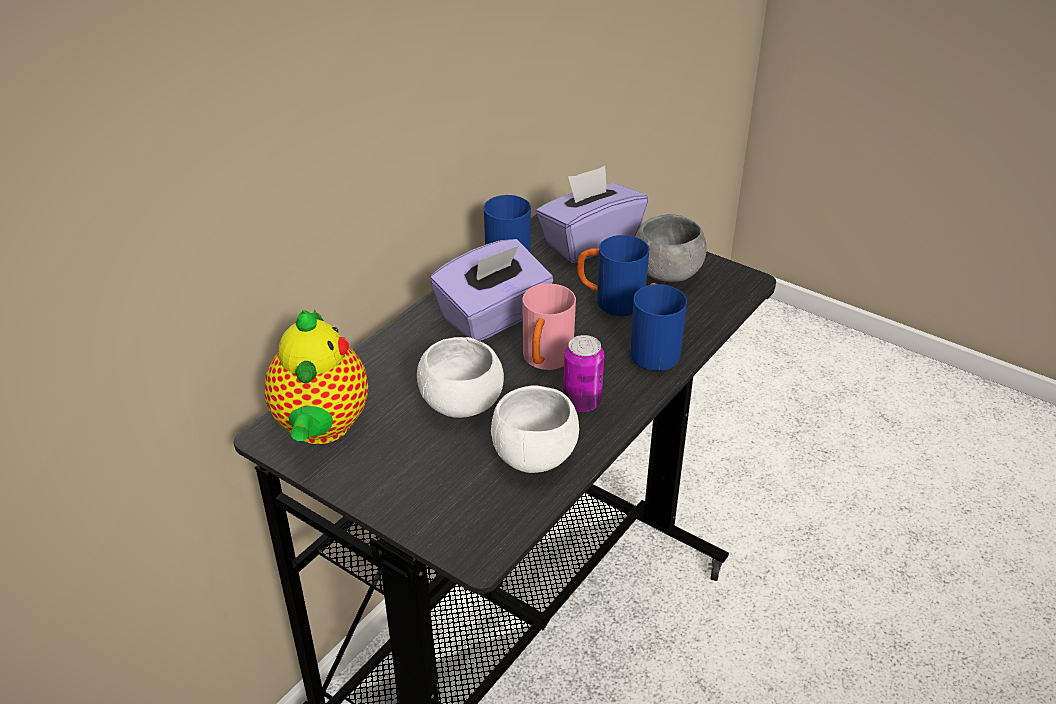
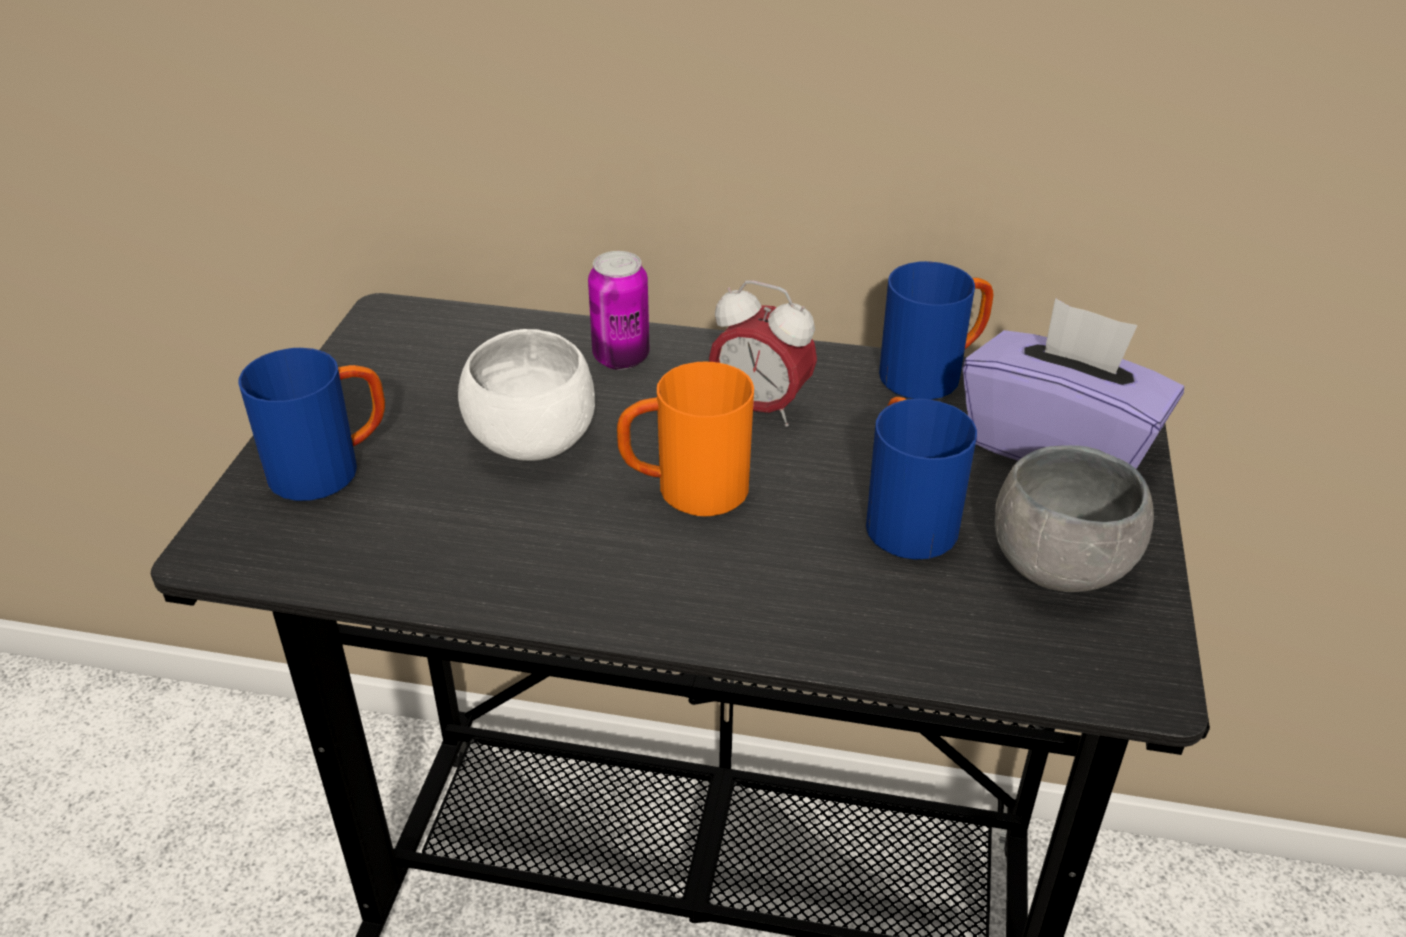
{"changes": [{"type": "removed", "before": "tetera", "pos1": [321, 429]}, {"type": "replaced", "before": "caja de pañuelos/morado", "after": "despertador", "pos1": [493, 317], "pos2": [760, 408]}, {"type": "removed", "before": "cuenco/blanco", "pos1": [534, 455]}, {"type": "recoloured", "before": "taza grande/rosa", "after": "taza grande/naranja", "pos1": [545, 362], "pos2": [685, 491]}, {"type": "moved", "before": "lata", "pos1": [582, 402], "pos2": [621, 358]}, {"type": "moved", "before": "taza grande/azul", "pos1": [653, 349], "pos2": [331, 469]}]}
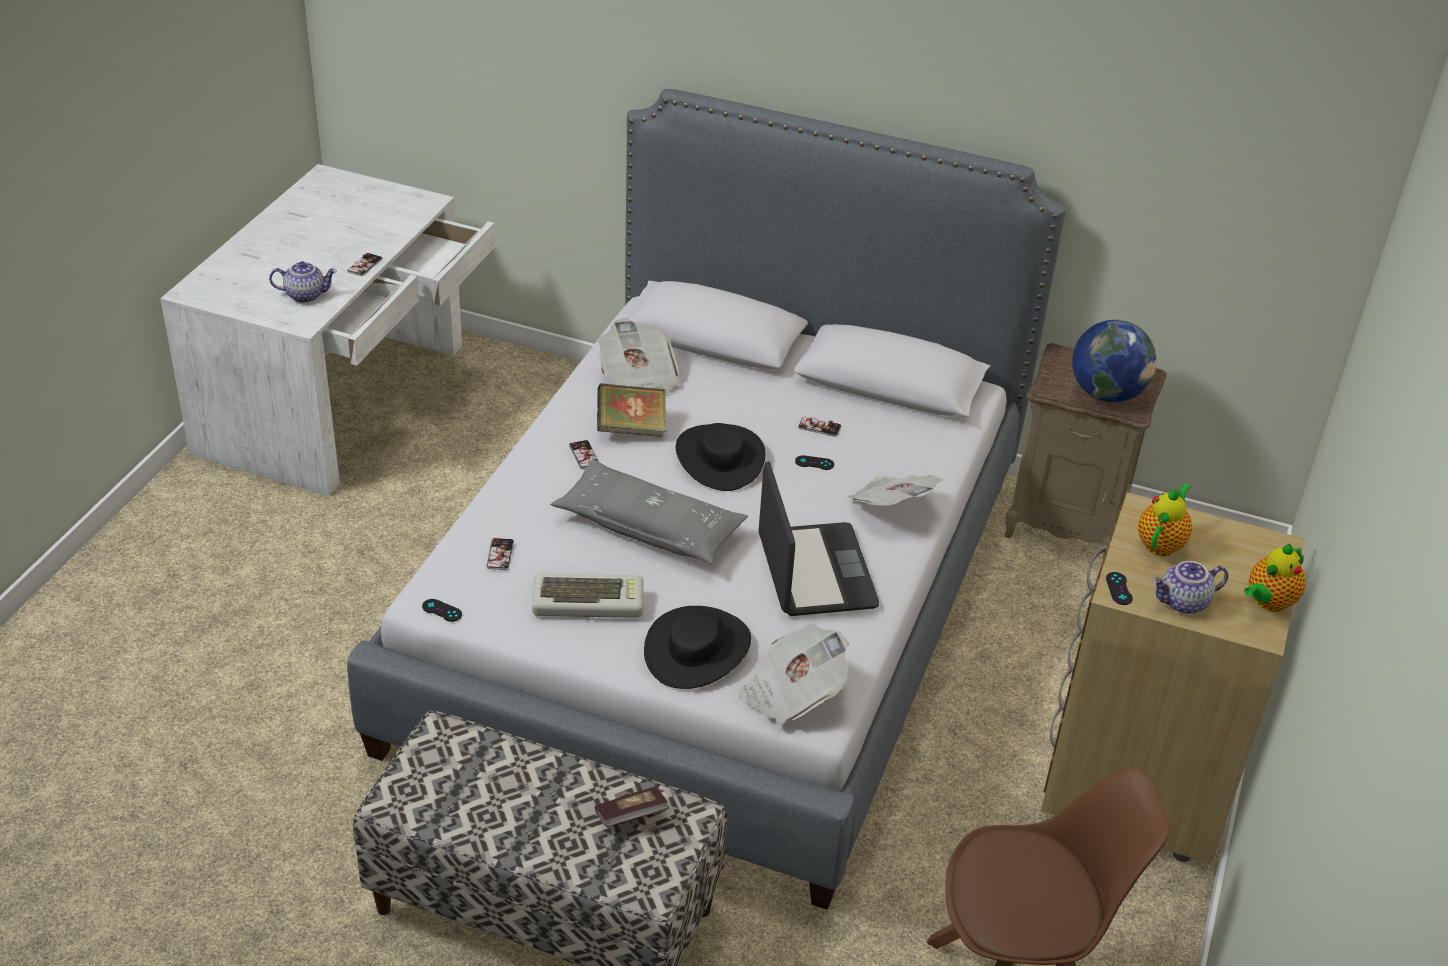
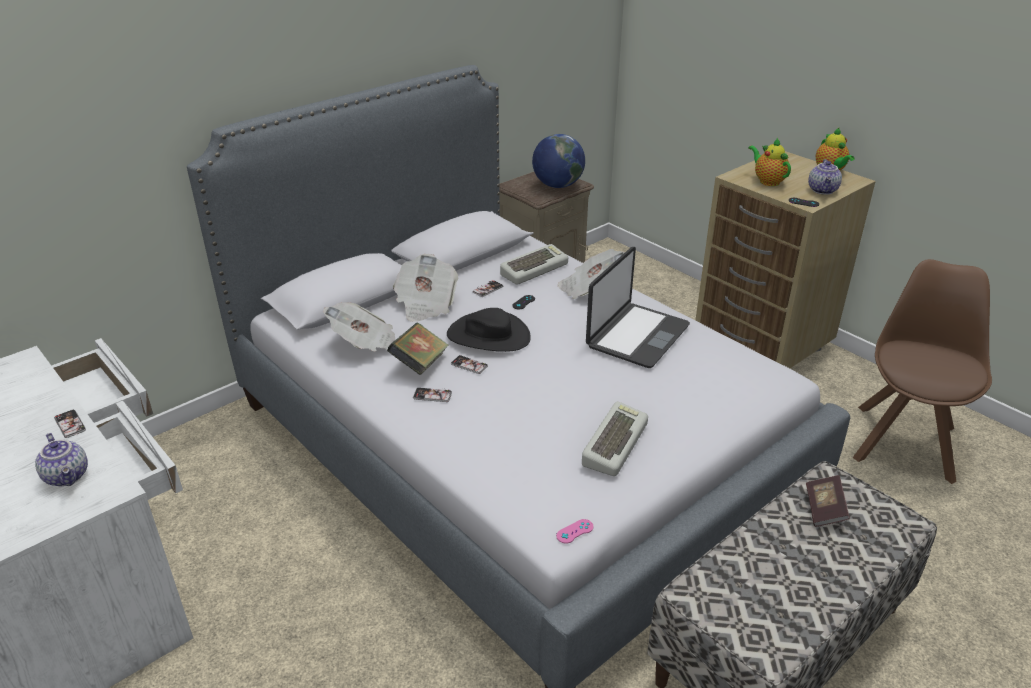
{"changes": [{"type": "turned", "before": "tetera", "pos1": [306, 295], "pos2": [68, 476], "turn": 120}, {"type": "recoloured", "before": "mando de consola/negro", "after": "mando de consola/rosa", "pos1": [442, 610], "pos2": [575, 531]}, {"type": "moved", "before": "móvil", "pos1": [500, 554], "pos2": [469, 365]}, {"type": "removed", "before": "cojín/gris", "pos1": [649, 526]}, {"type": "removed", "before": "sombrero/negro", "pos1": [698, 649]}, {"type": "moved", "before": "periódico", "pos1": [792, 694], "pos2": [425, 304]}, {"type": "turned", "before": "portátil", "pos1": [815, 571], "pos2": [636, 336], "turn": 105}, {"type": "added", "after": "teclado", "pos2": [533, 269]}]}
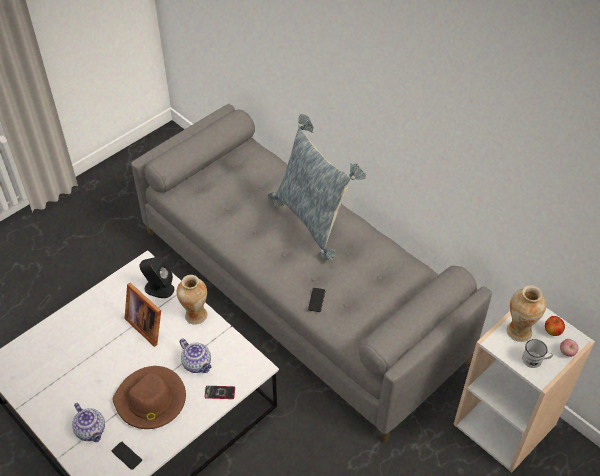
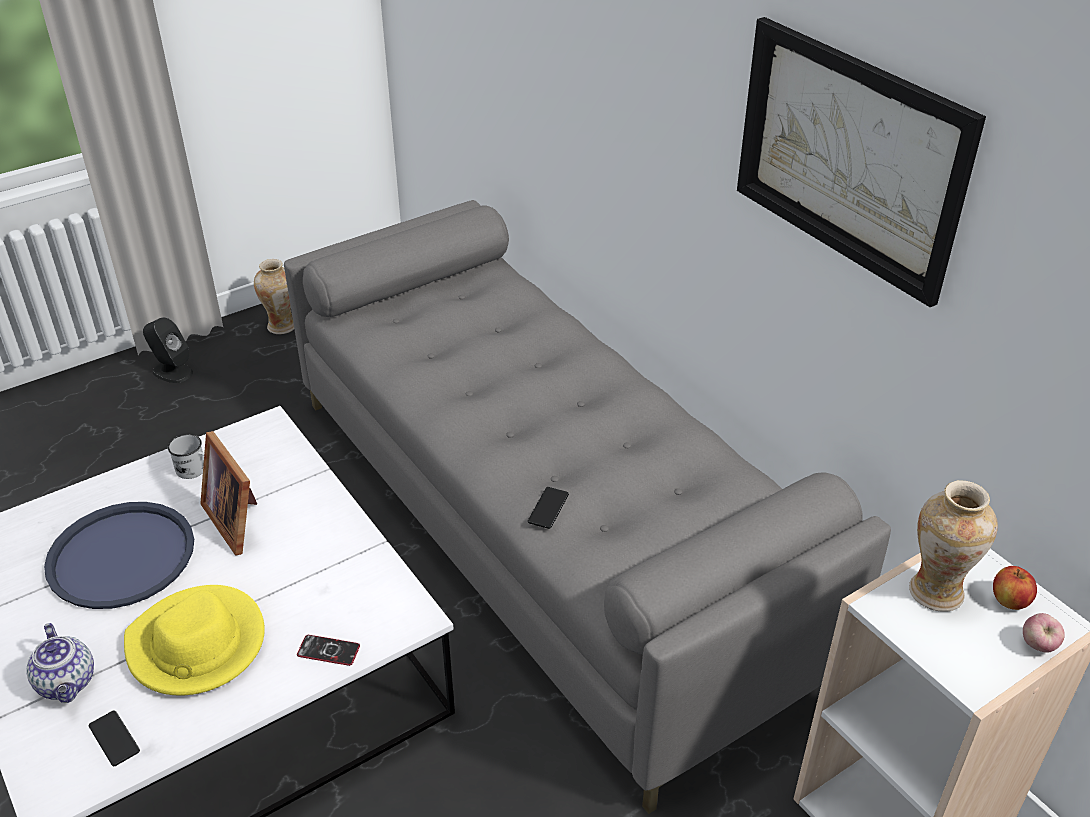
{"changes": [{"type": "recoloured", "before": "sombrero/marrón", "after": "sombrero/amarillo", "pos1": [151, 400], "pos2": [197, 646]}, {"type": "moved", "before": "altavoz/negro", "pos1": [159, 288], "pos2": [172, 371]}, {"type": "moved", "before": "florero", "pos1": [195, 315], "pos2": [281, 326]}, {"type": "removed", "before": "tetera", "pos1": [197, 364]}, {"type": "removed", "before": "cojín", "pos1": [314, 224]}, {"type": "moved", "before": "taza grande/blanco", "pos1": [535, 360], "pos2": [195, 470]}, {"type": "added", "after": "bandeja/azul", "pos2": [121, 556]}, {"type": "added", "after": "cuadro", "pos2": [849, 156]}]}
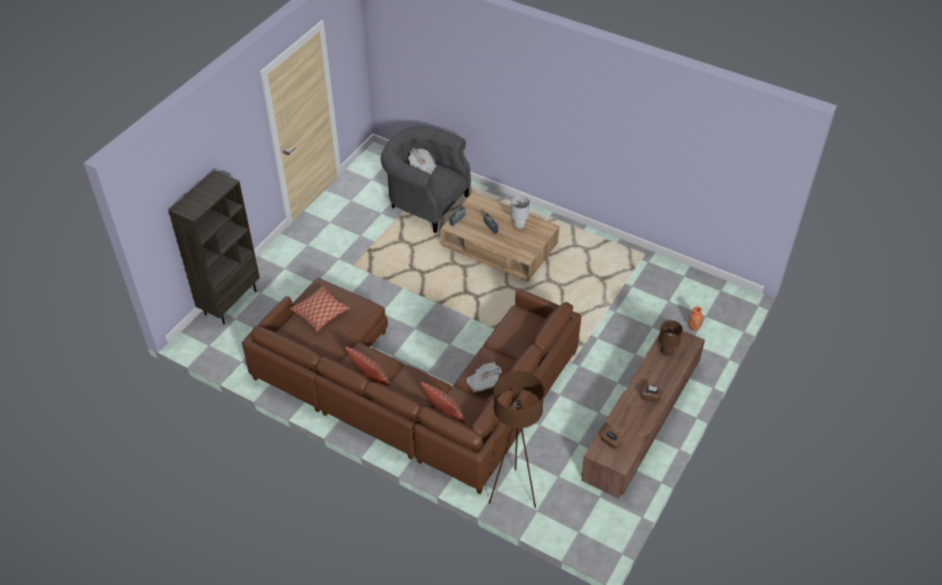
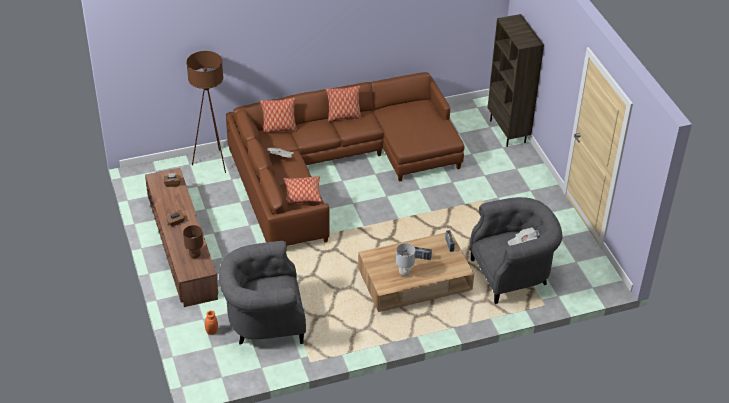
{"changes": [{"type": "moved", "before": "cojín", "pos1": [320, 313], "pos2": [302, 194]}, {"type": "added", "after": "sillón/gris", "pos2": [264, 322]}]}
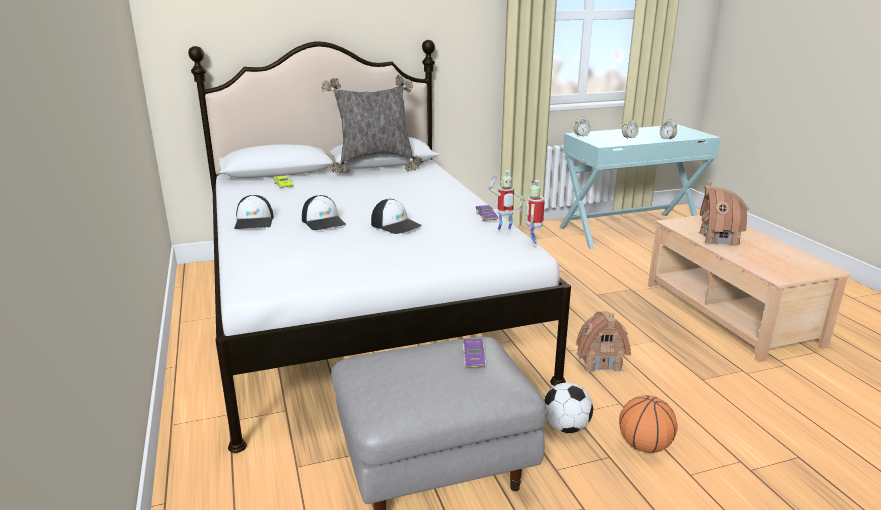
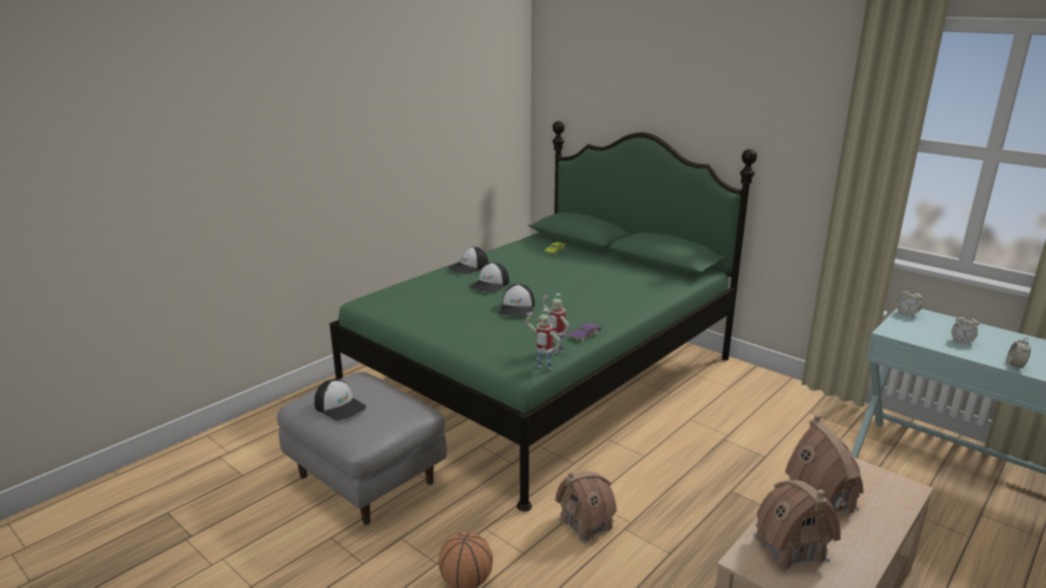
{"changes": [{"type": "recoloured", "before": "cama/blanco", "after": "cama/verde", "pos1": [361, 311], "pos2": [543, 379]}, {"type": "removed", "before": "cojín", "pos1": [374, 170]}, {"type": "removed", "before": "coche de juguete/morado", "pos1": [474, 357]}, {"type": "turned", "before": "robot de juguete", "pos1": [532, 243], "pos2": [543, 368], "turn": -135}, {"type": "removed", "before": "balón de fútbol", "pos1": [565, 427]}, {"type": "added", "after": "gorra", "pos2": [340, 406]}, {"type": "added", "after": "casita", "pos2": [790, 548]}]}
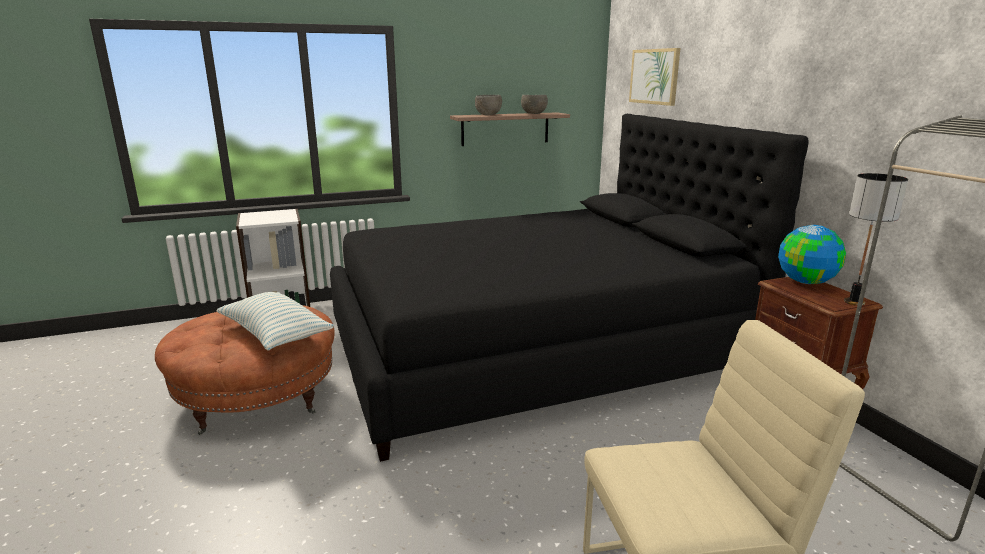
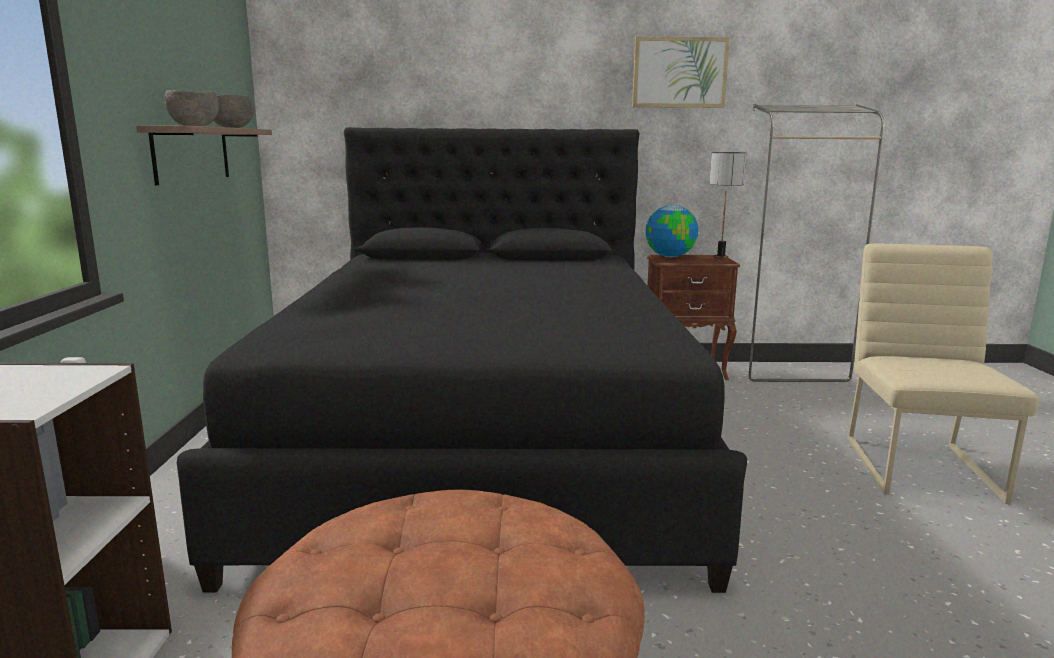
{"changes": [{"type": "removed", "before": "cojín", "pos1": [275, 334]}, {"type": "moved", "before": "cuadro", "pos1": [654, 76], "pos2": [679, 72]}]}
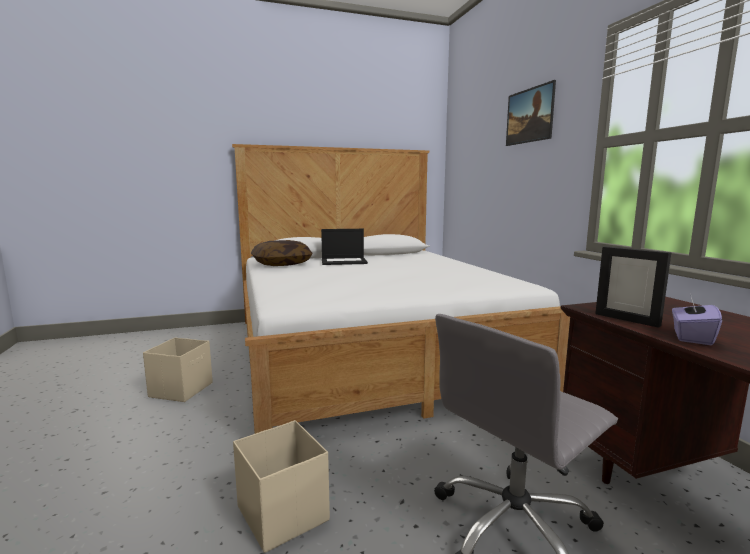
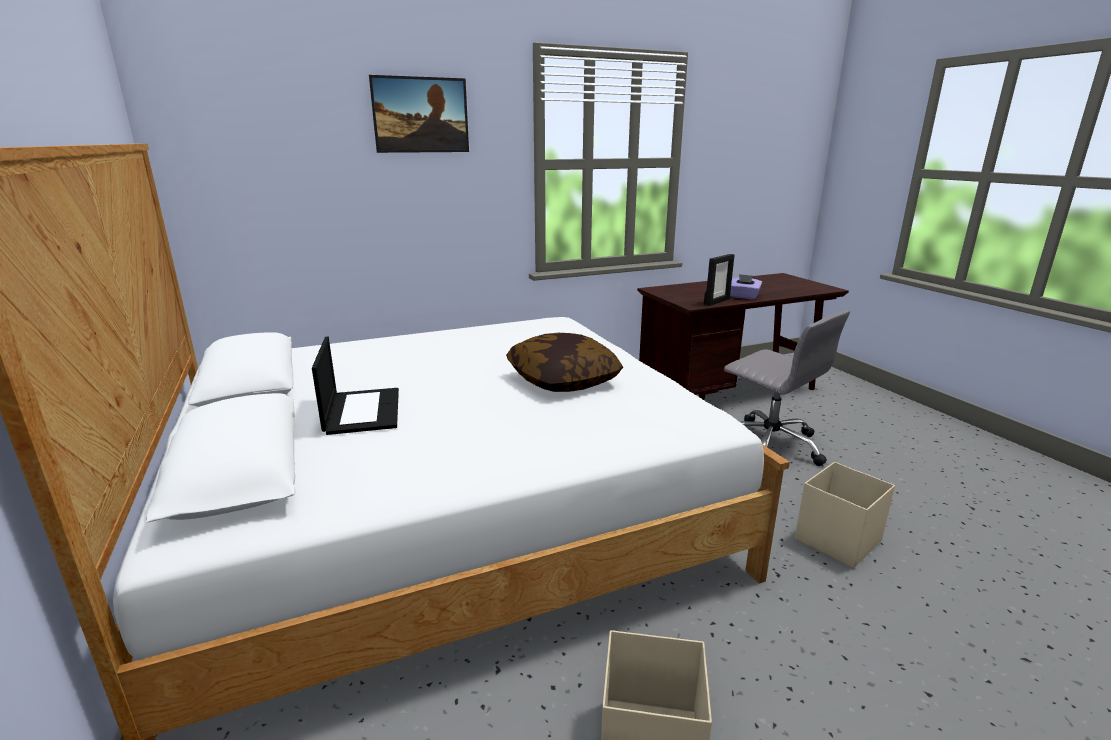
{"changes": [{"type": "moved", "before": "cojín", "pos1": [282, 264], "pos2": [562, 380]}]}
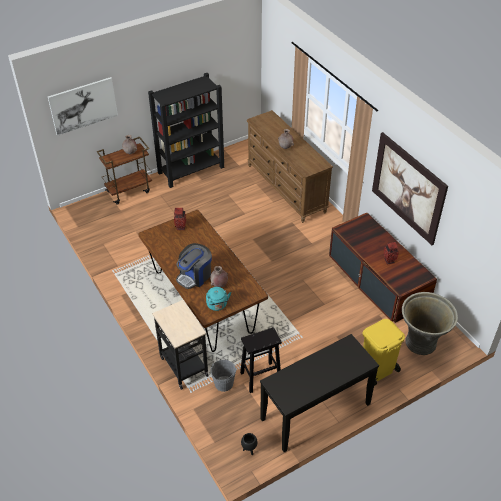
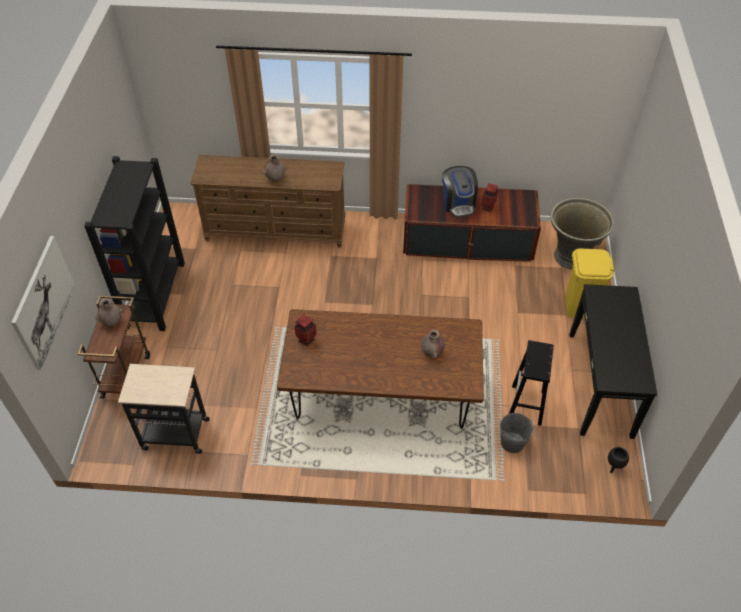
{"changes": [{"type": "moved", "before": "carrito", "pos1": [183, 366], "pos2": [174, 435]}, {"type": "moved", "before": "cafetera", "pos1": [195, 276], "pos2": [458, 203]}, {"type": "removed", "before": "hervidor/turquesa", "pos1": [217, 305]}, {"type": "removed", "before": "cuadro", "pos1": [408, 188]}]}
